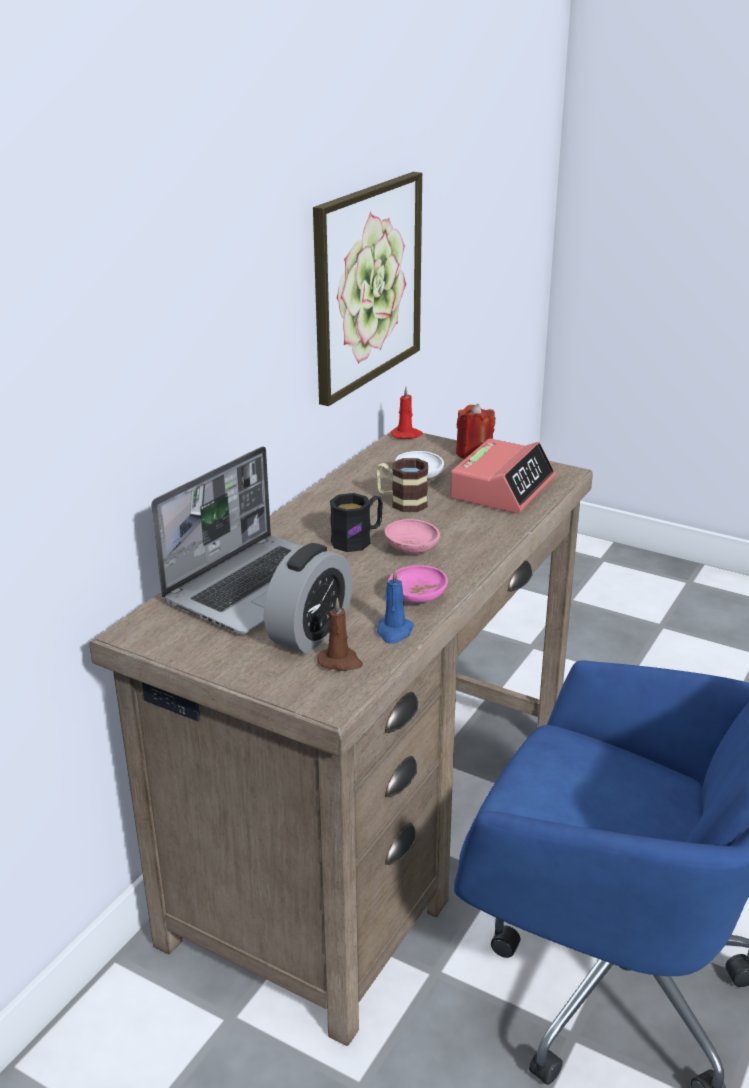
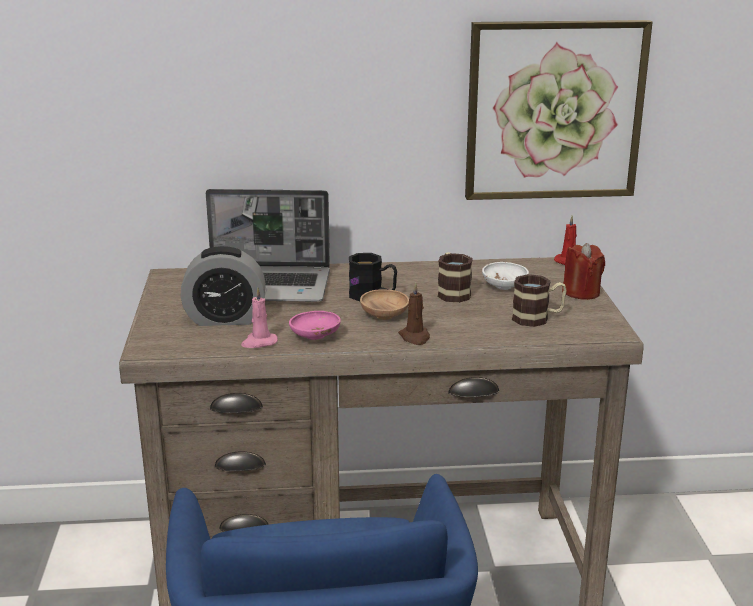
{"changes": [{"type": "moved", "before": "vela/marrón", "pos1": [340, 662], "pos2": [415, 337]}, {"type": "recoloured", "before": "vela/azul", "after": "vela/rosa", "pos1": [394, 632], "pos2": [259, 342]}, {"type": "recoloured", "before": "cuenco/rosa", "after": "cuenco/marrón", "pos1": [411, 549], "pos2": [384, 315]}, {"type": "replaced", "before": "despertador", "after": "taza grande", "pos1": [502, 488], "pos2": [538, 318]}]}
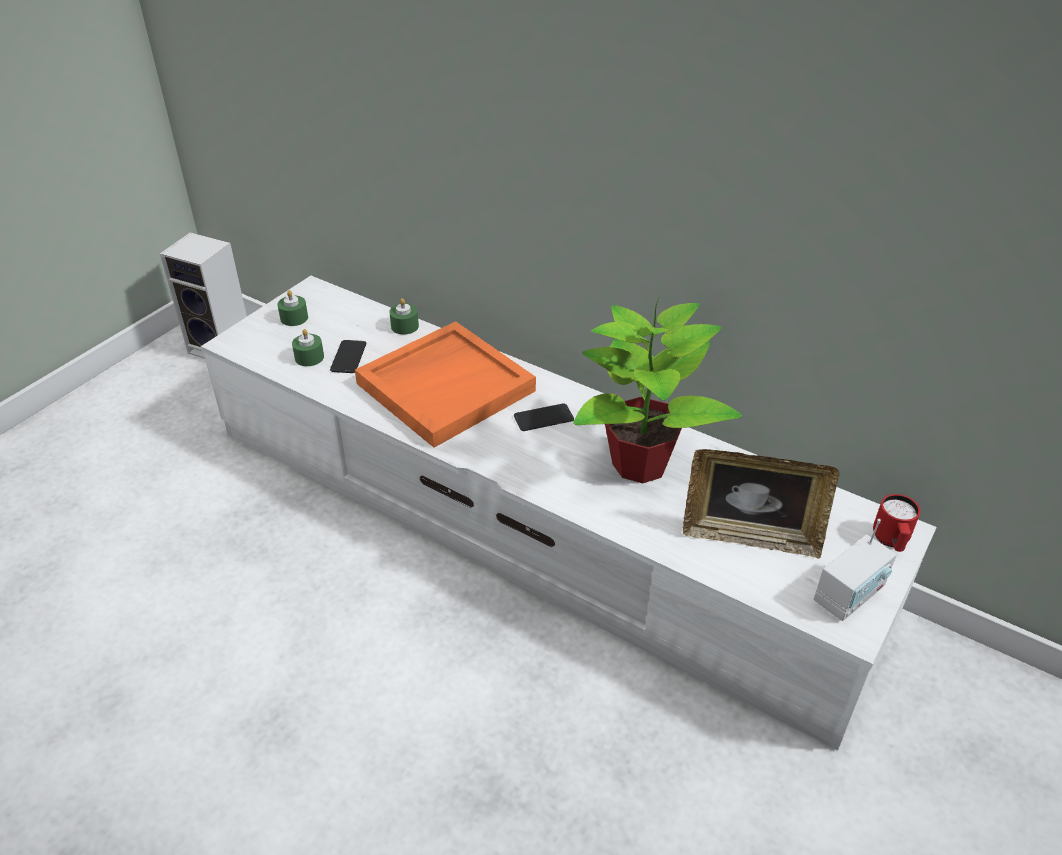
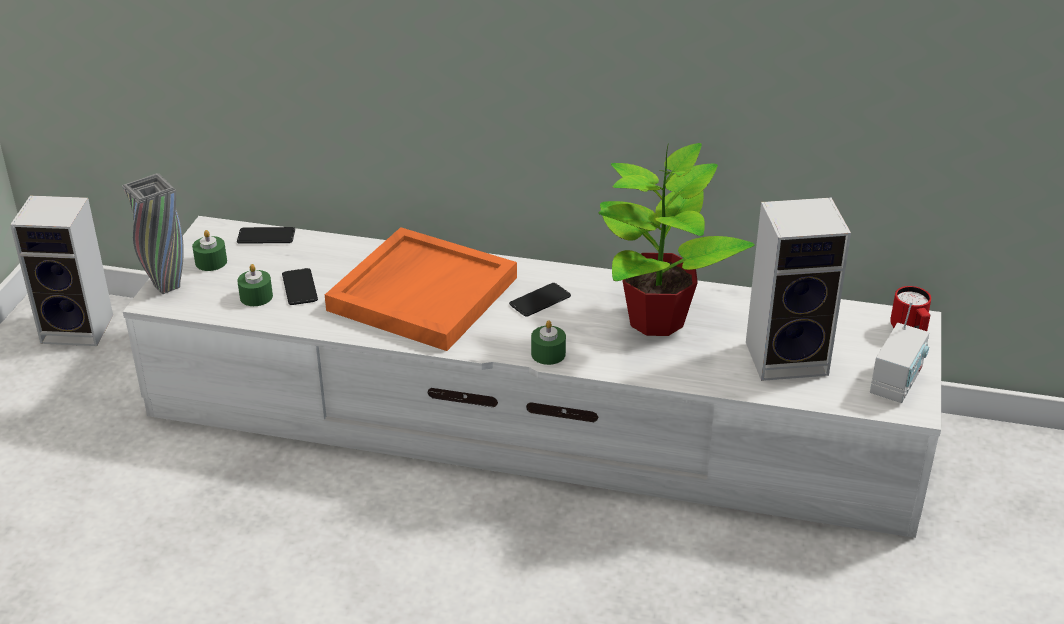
{"changes": [{"type": "moved", "before": "vela/verde", "pos1": [404, 326], "pos2": [548, 354]}, {"type": "replaced", "before": "portarretratos", "after": "altavoz", "pos1": [750, 537], "pos2": [789, 357]}, {"type": "added", "after": "florero/gris", "pos2": [167, 286]}, {"type": "added", "after": "móvil", "pos2": [266, 236]}]}
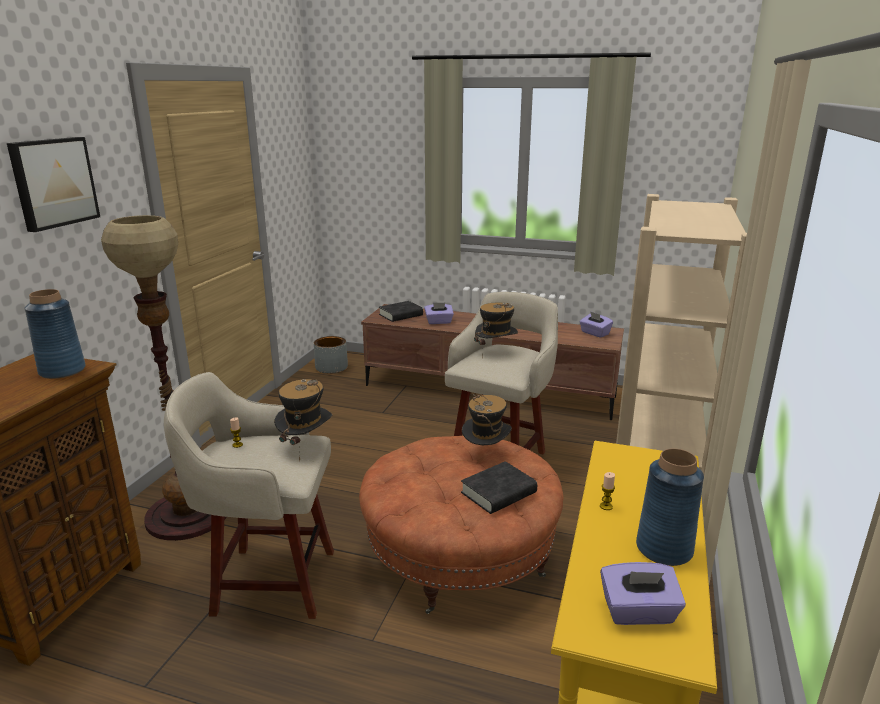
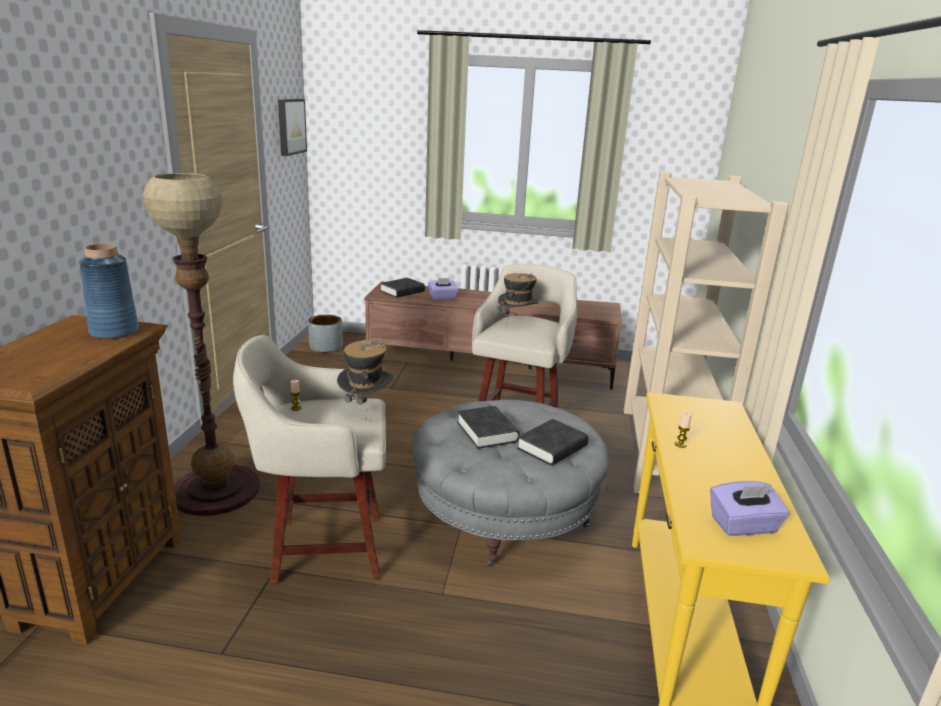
{"changes": [{"type": "moved", "before": "cuadro", "pos1": [53, 182], "pos2": [290, 126]}, {"type": "recoloured", "before": "puf/marrón", "after": "puf/gris", "pos1": [460, 556], "pos2": [505, 514]}, {"type": "removed", "before": "sombrero", "pos1": [486, 454]}, {"type": "removed", "before": "caja de pañuelos/morado", "pos1": [594, 333]}, {"type": "removed", "before": "florero/azul", "pos1": [664, 549]}, {"type": "added", "after": "libro/negro", "pos2": [487, 432]}]}
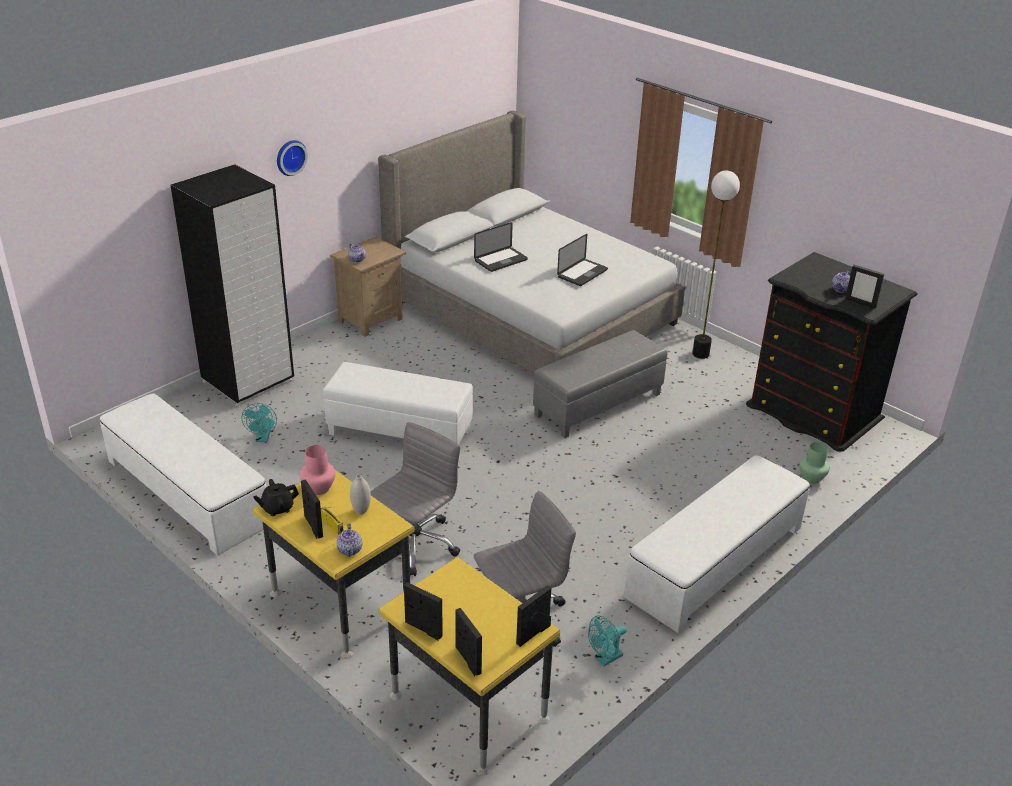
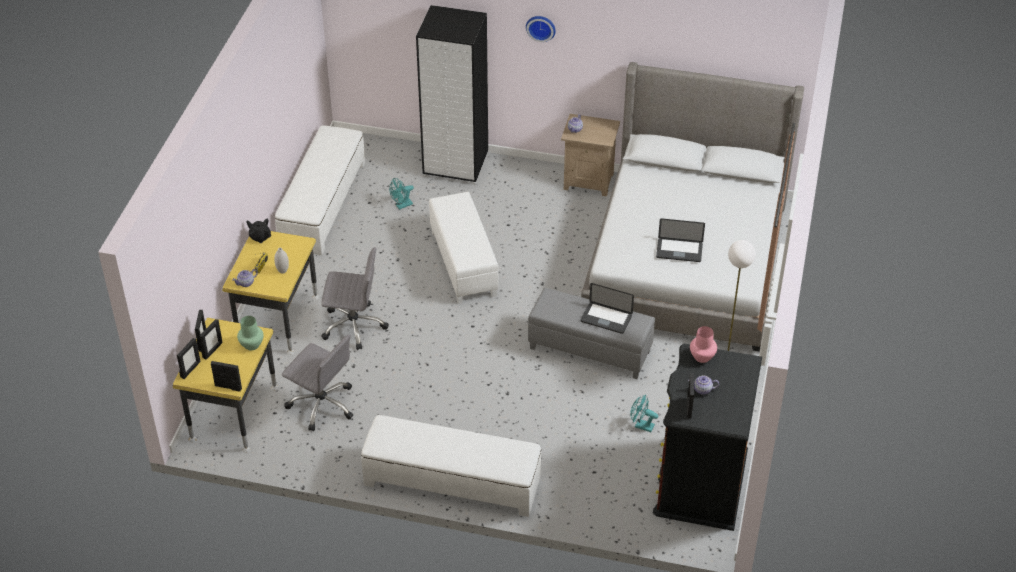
{"changes": [{"type": "moved", "before": "florero/rosa", "pos1": [318, 488], "pos2": [701, 357]}, {"type": "moved", "before": "portarretratos", "pos1": [312, 526], "pos2": [212, 350]}, {"type": "moved", "before": "portátil", "pos1": [501, 260], "pos2": [606, 318]}, {"type": "moved", "before": "ventilador/turquesa", "pos1": [605, 659], "pos2": [641, 425]}, {"type": "moved", "before": "florero/verde", "pos1": [812, 478], "pos2": [251, 345]}]}
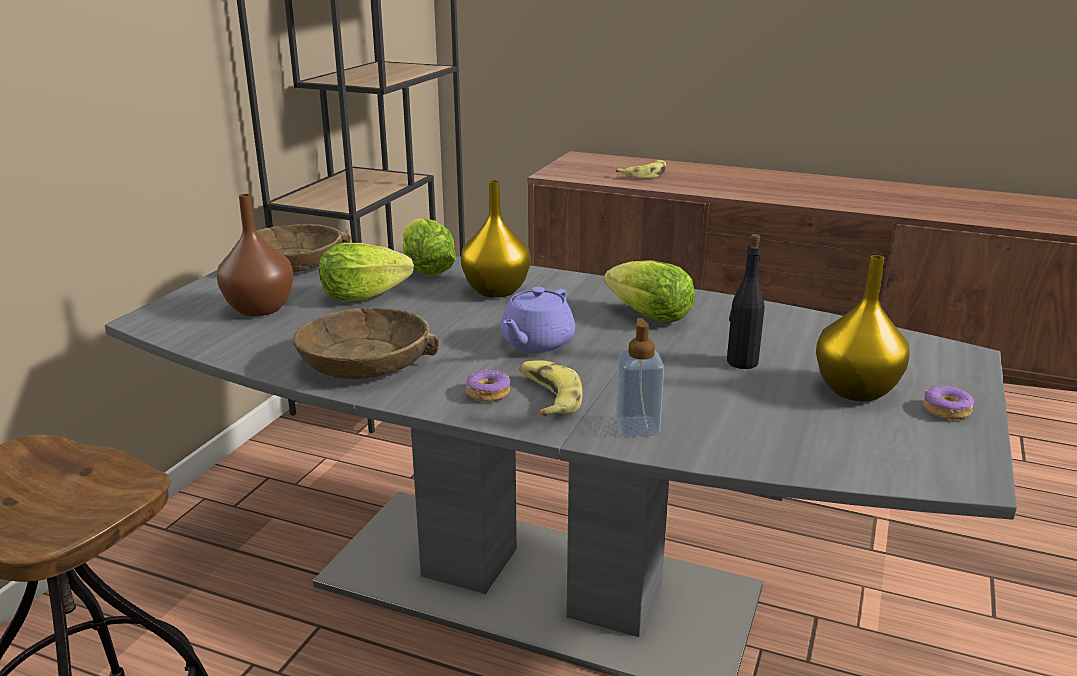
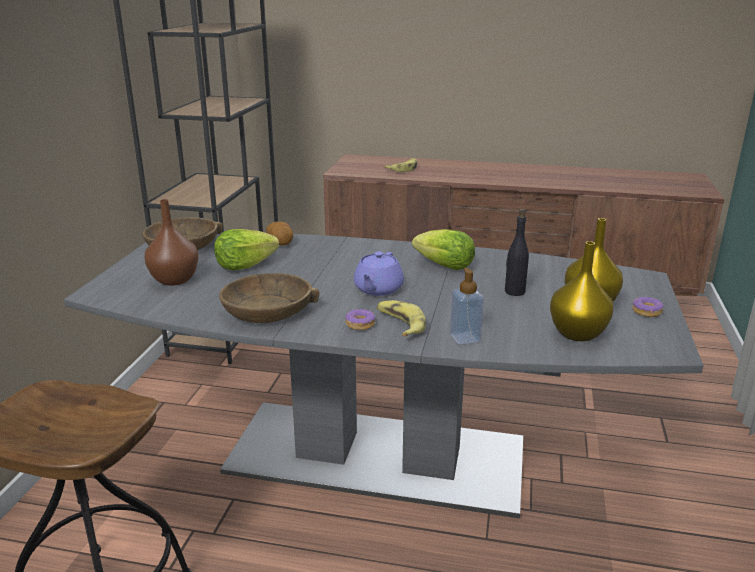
{"changes": [{"type": "replaced", "before": "lechuga", "after": "patata", "pos1": [426, 269], "pos2": [280, 244]}, {"type": "moved", "before": "florero/amarillo", "pos1": [495, 291], "pos2": [577, 334]}]}
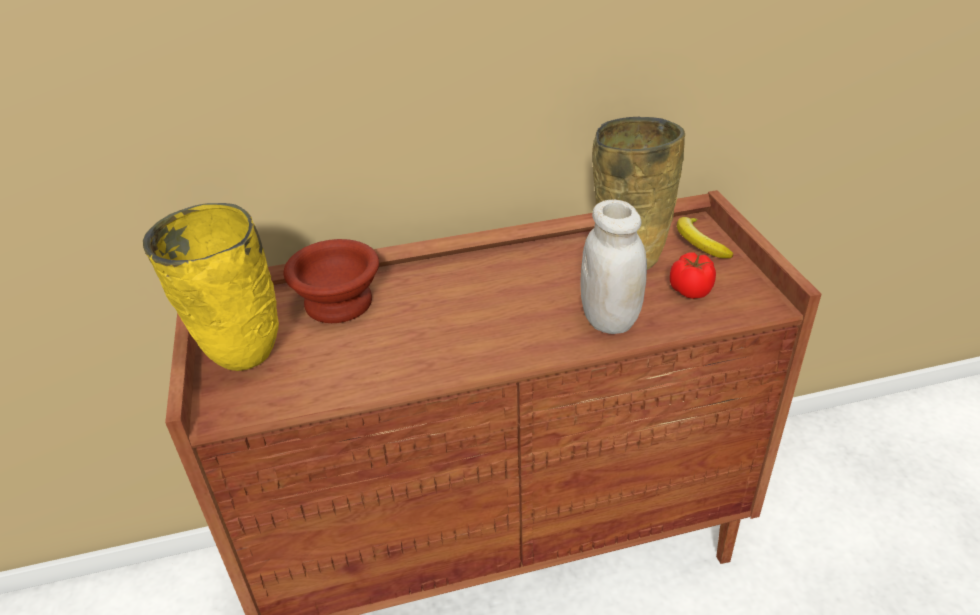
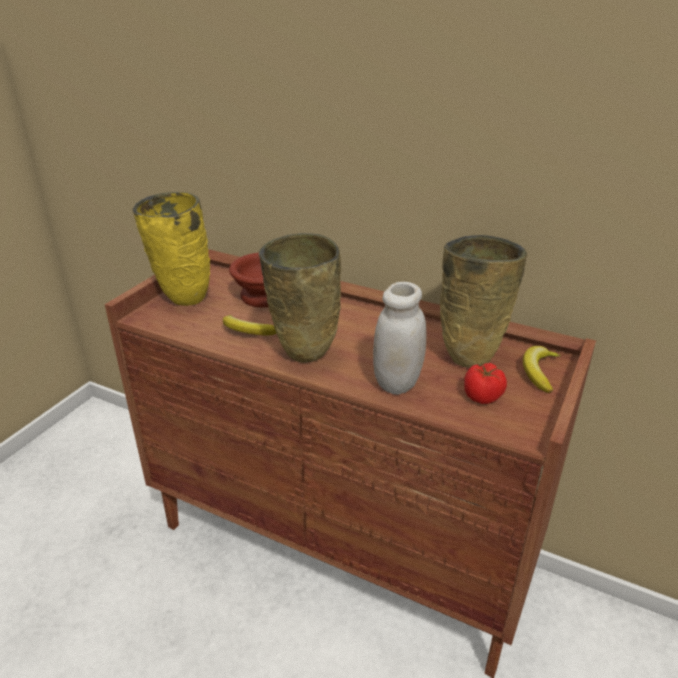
{"changes": [{"type": "added", "after": "plátano", "pos2": [248, 331]}, {"type": "added", "after": "florero/beis", "pos2": [303, 356]}]}
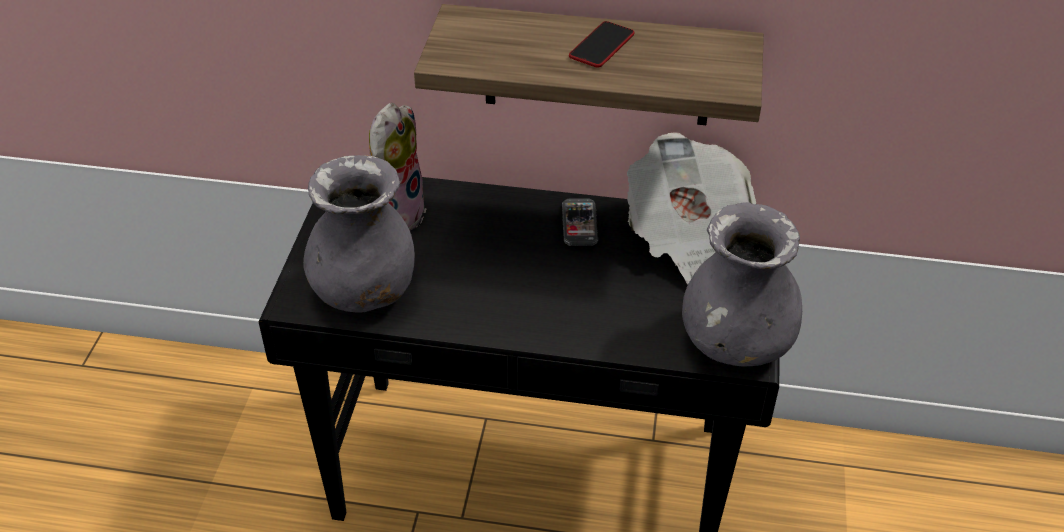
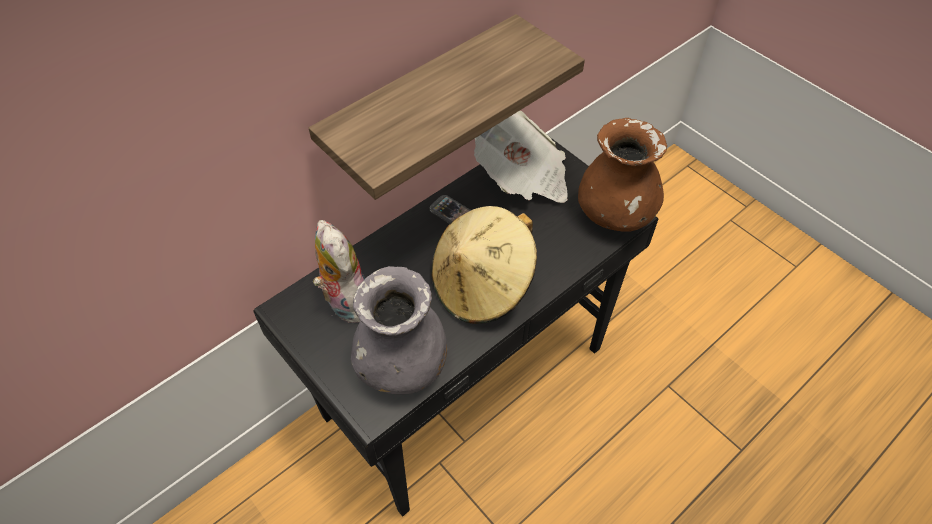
{"changes": [{"type": "removed", "before": "móvil", "pos1": [601, 46]}, {"type": "recoloured", "before": "florero/gris", "after": "florero/marrón", "pos1": [735, 343], "pos2": [615, 213]}, {"type": "added", "after": "sombrero/beis", "pos2": [482, 285]}]}
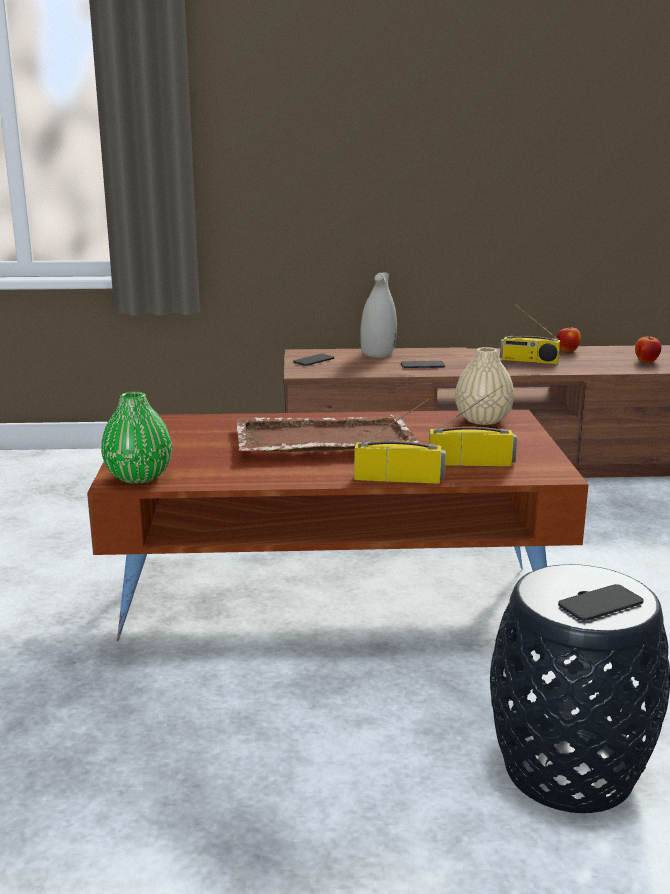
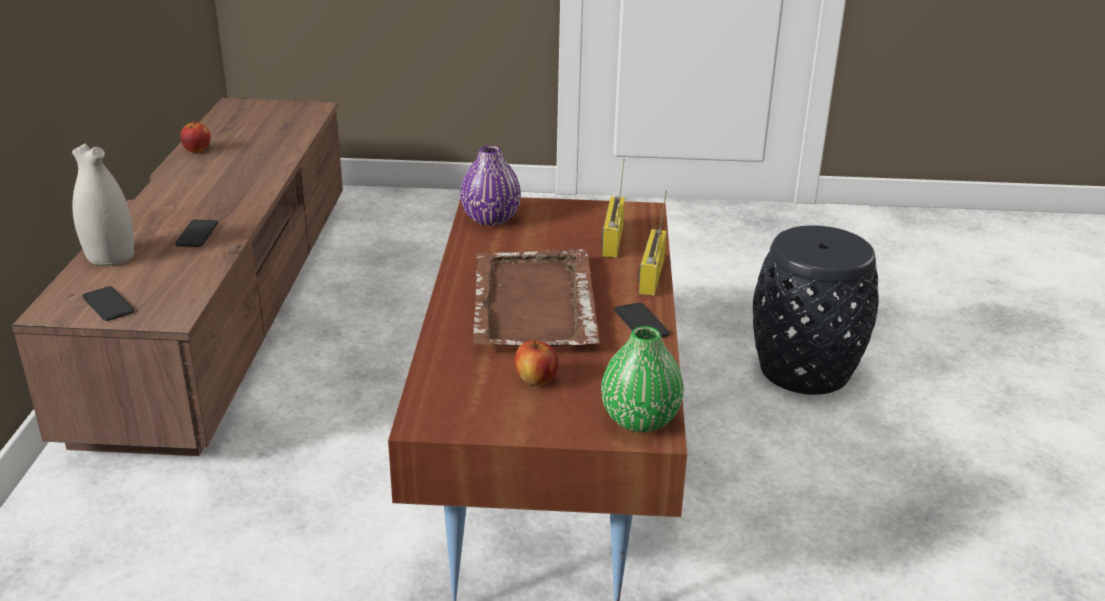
{"changes": [{"type": "recoloured", "before": "florero/beis", "after": "florero/morado", "pos1": [483, 420], "pos2": [491, 219]}, {"type": "removed", "before": "radio", "pos1": [528, 361]}, {"type": "moved", "before": "móvil", "pos1": [600, 604], "pos2": [641, 322]}, {"type": "moved", "before": "manzana", "pos1": [646, 361], "pos2": [536, 380]}]}
